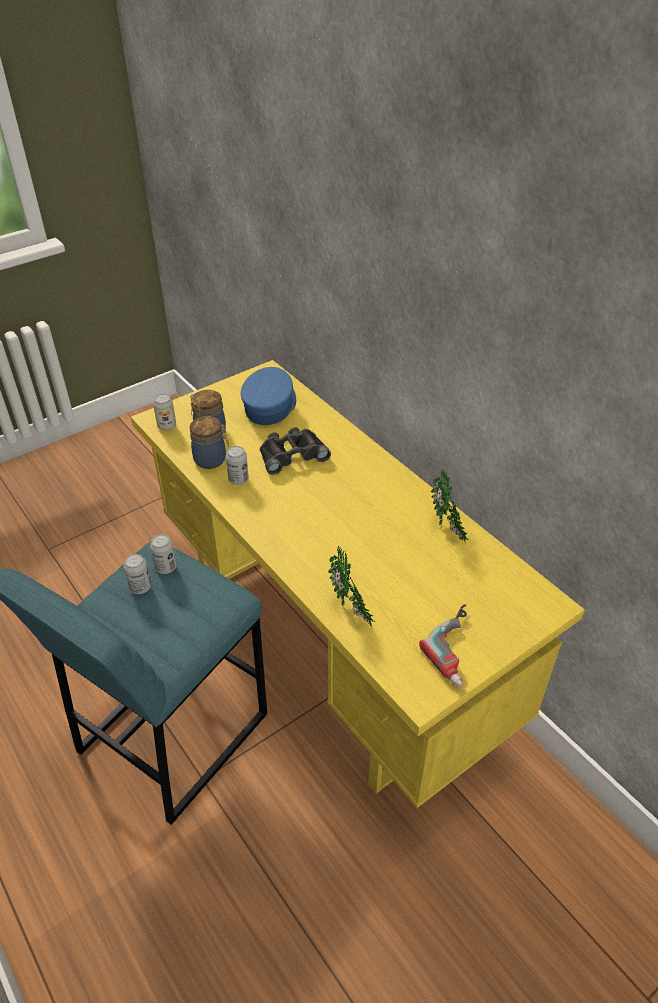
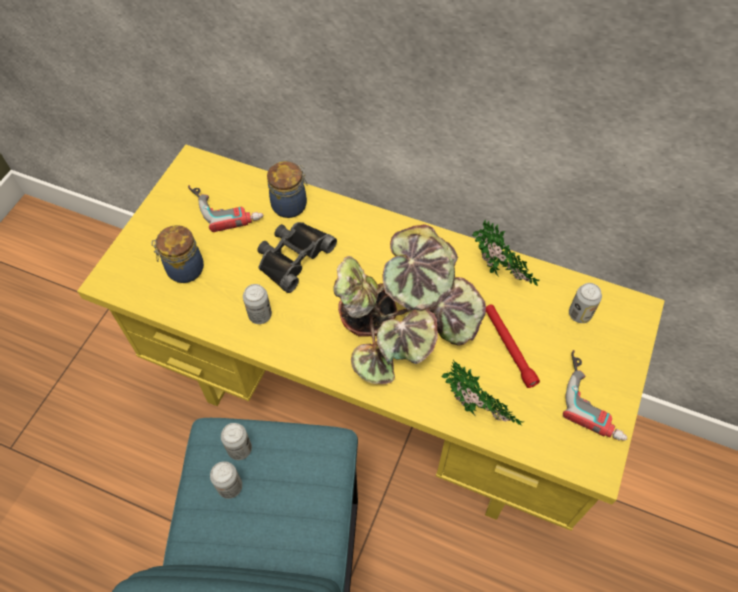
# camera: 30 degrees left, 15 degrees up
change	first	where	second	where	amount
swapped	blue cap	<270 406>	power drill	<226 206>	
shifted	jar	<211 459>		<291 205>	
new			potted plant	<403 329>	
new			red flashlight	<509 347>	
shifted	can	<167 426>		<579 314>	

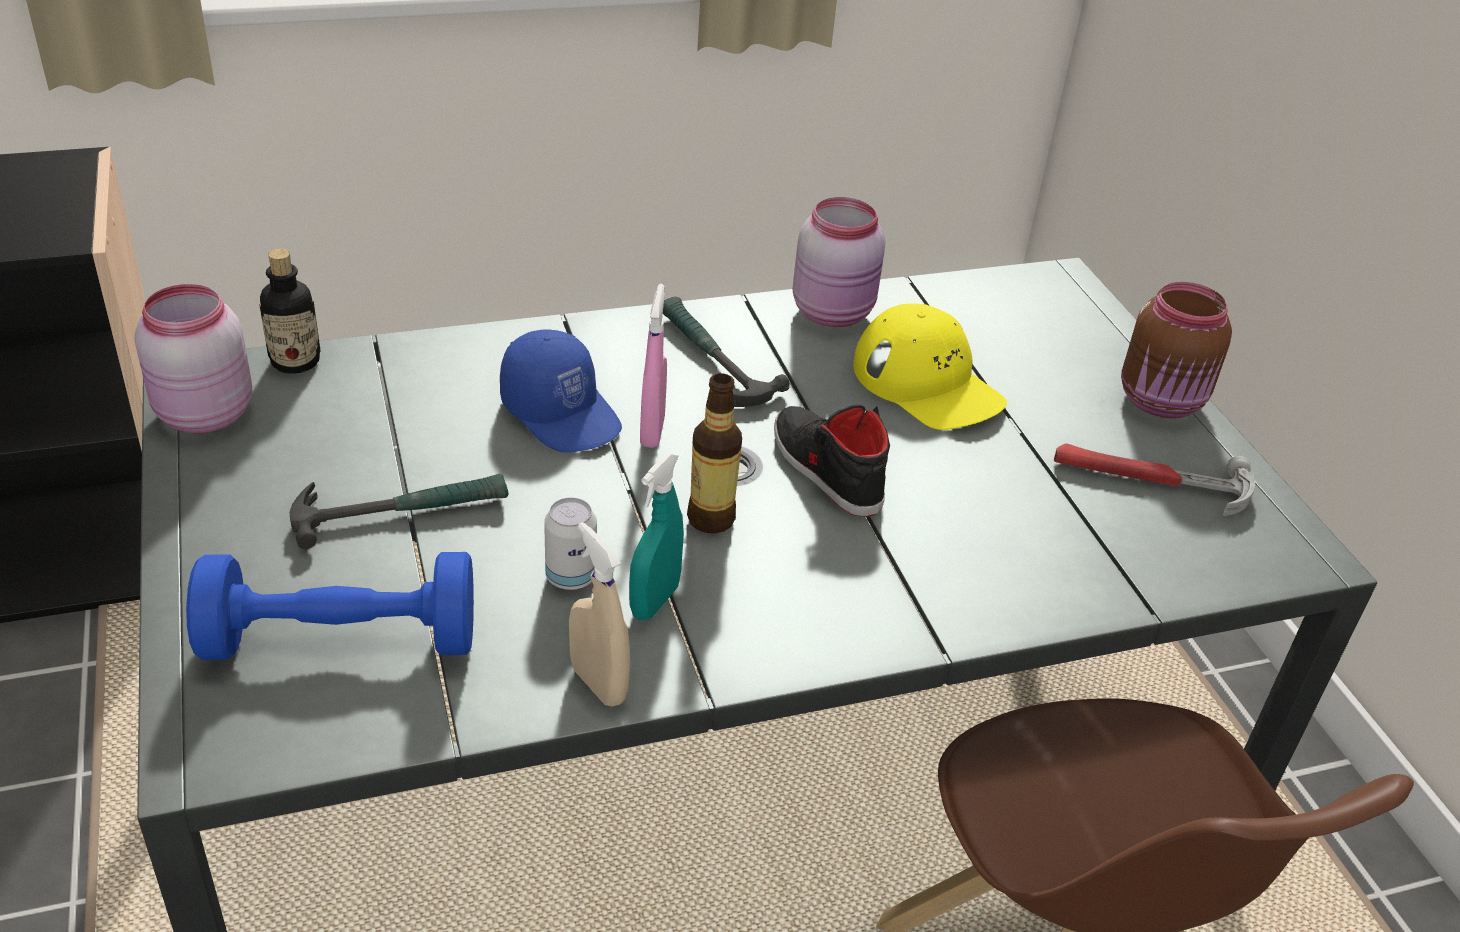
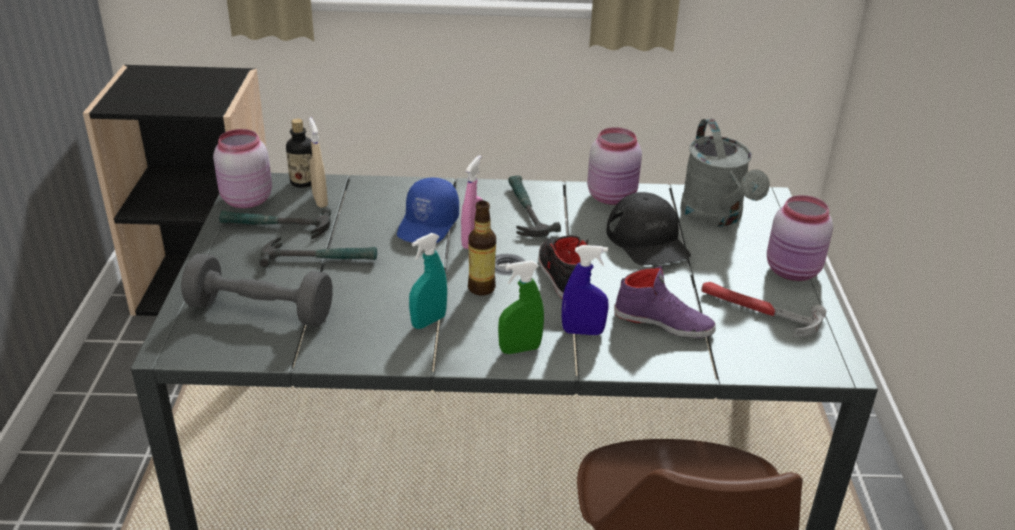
# camera: 20 degrees right, 5 degrees down
change	first	where	second	where	amount
repainted	blue dumbbell	<341 641>	grey dumbbell	<260 311>	
new			hammer	<275 226>	
shifted	beige spray bottle	<598 684>		<320 200>	
rotated	blue cap	<562 413>		<429 225>	45 degrees clockwise
new			green spray bottle	<520 349>	
new			blue spray bottle	<582 332>	
repainted	yellow cap	<927 383>	black cap	<648 240>	
new			purple shoe	<663 321>	
new			grey watering can	<716 216>	
repainted	brown jar	<1162 402>	pink jar	<793 271>	
gone	can	<571 577>			

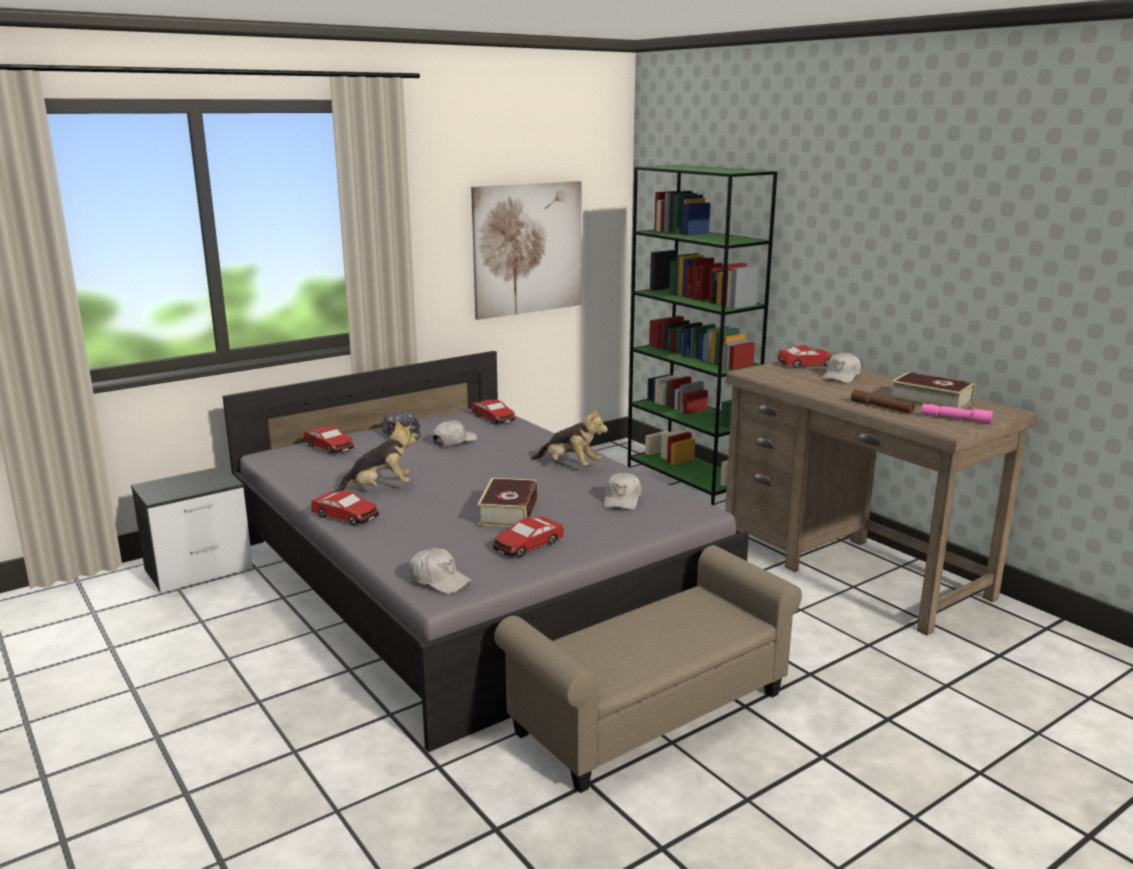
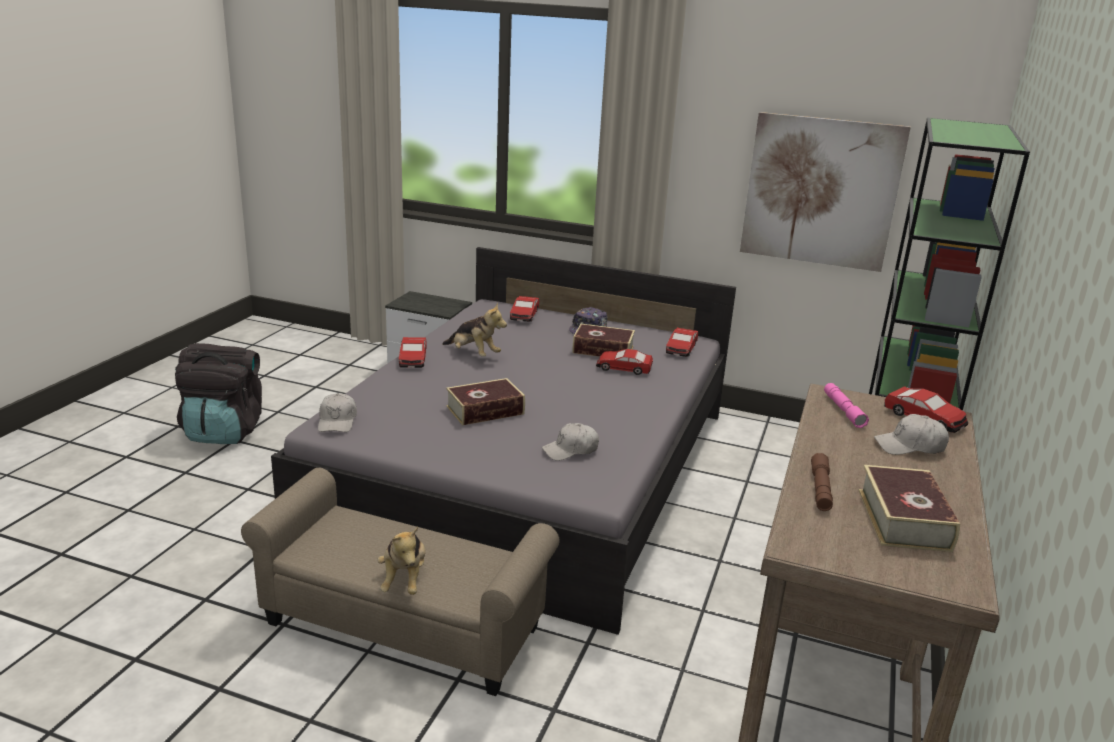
# camera: 55 degrees right, 5 degrees up
change	first	where	second	where	amount
new			black backpack	<224 431>	
shifted	plush toy	<569 465>		<404 579>	
swapped	white cap	<454 441>	book	<603 349>	
shifted	toy car	<528 545>		<623 368>	
shifted	pink flashlight	<955 419>		<843 410>	

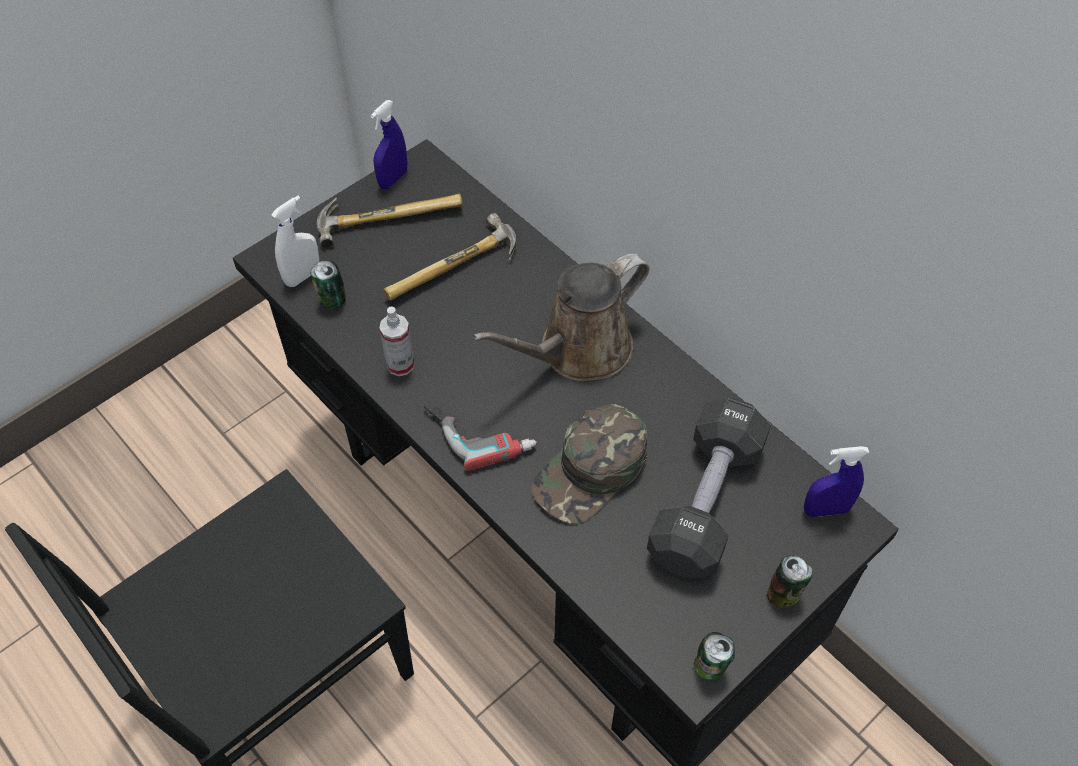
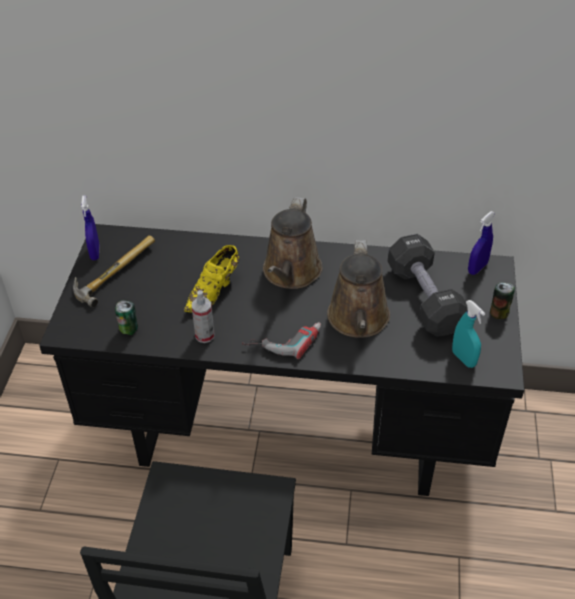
# camera: 40 degrees left, 10 degrees down
change	first	where	second	where	amount
new			yellow shoe	<214 291>	
swapped	green cap	<591 471>	brown watering can	<358 320>	
new			turquoise spray bottle	<463 359>	
gone	white spray bottle	<303 276>			
gone	hammer	<456 272>			
gone	can	<709 669>			

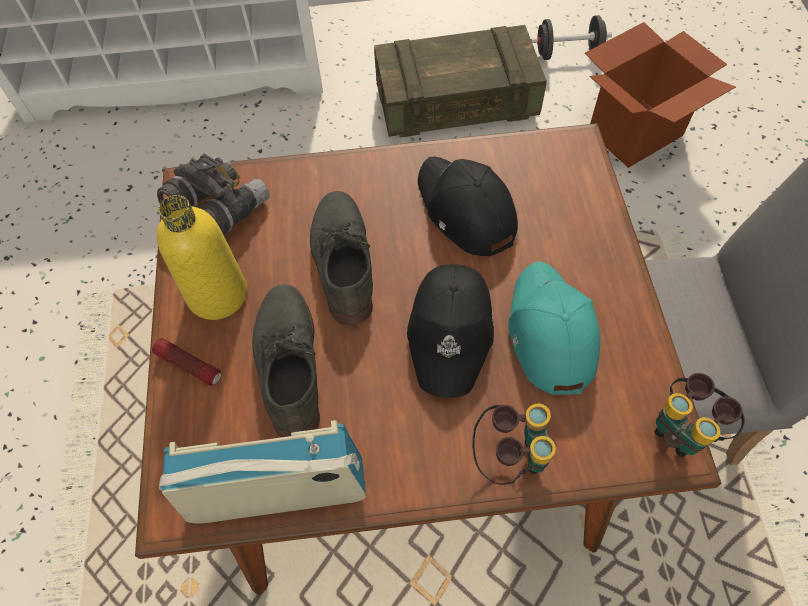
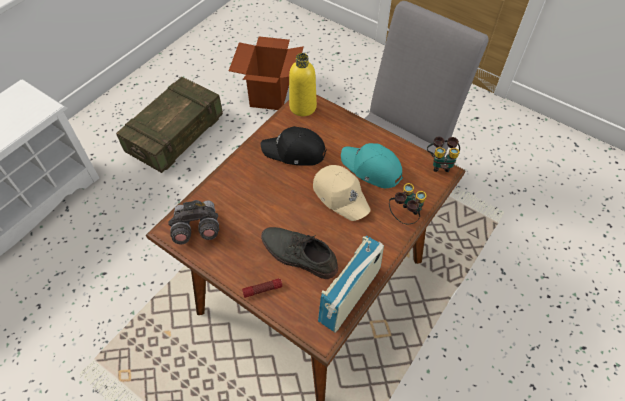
# camera: 50 degrees left, 5 degrees down
change	first	where	second	where	amount
shifted	yellow bottle	<217 294>		<303 107>	
repainted	black cap	<451 333>	beige cap	<341 195>	
gone	grey shoe	<342 259>			
gone	black dumbbell	<567 53>			

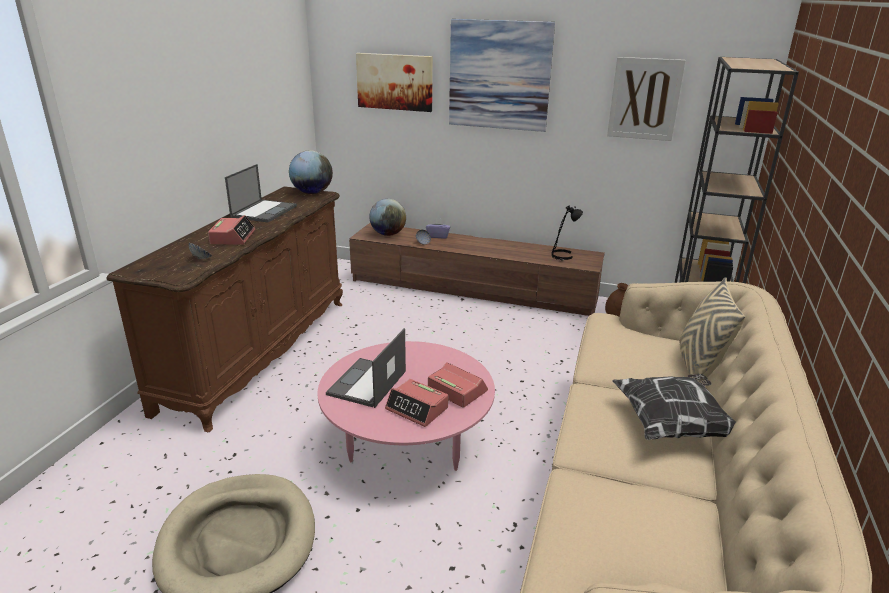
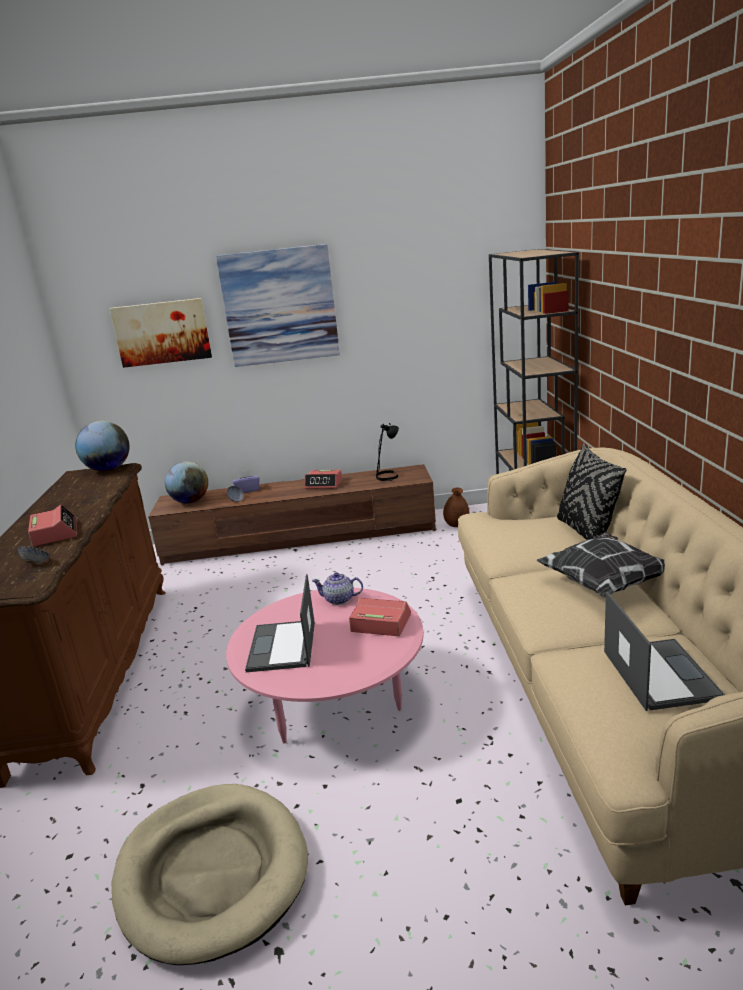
# camera: 20 degrees left, 5 degrees down
change	first	where	second	where	amount
shifted	alarm clock	<417 409>		<324 484>	
new			teapot	<339 599>	
repainted	beige pillow	<698 366>	black pillow	<586 531>	
shifted	laptop	<264 211>		<659 673>	
gone	picture	<644 99>			

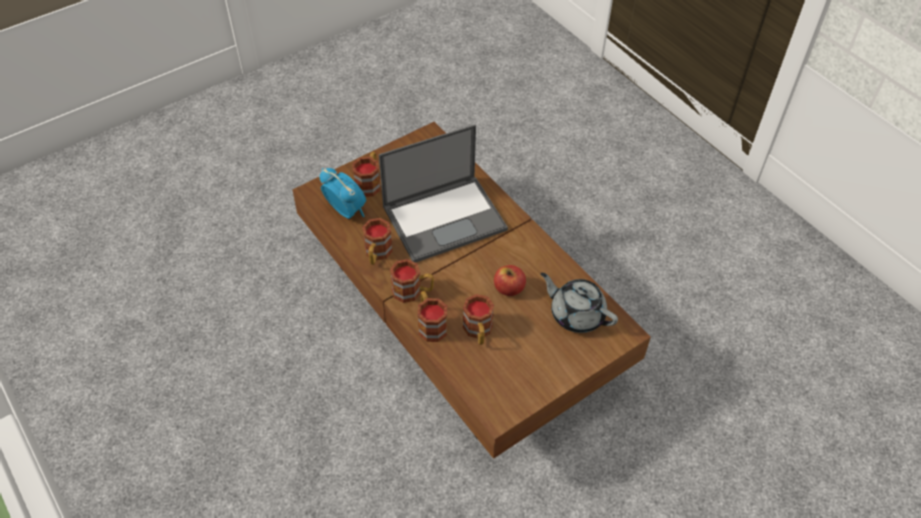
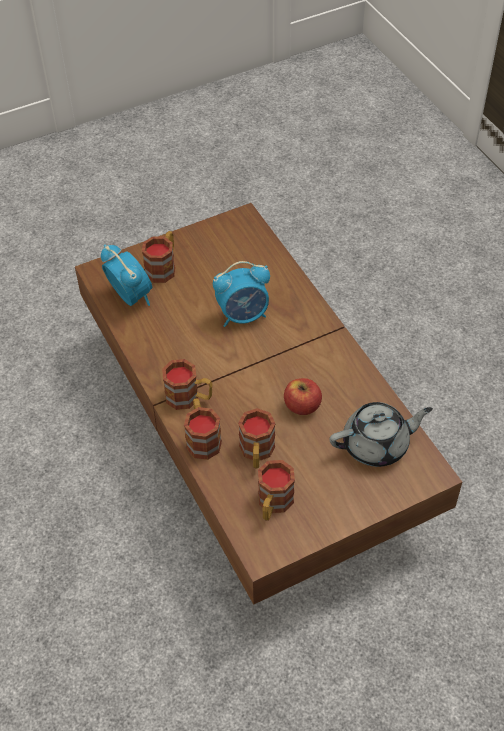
# camera: 10 degrees right, 0 degrees up
change	first	where	second	where	amount
swapped	laptop	<445 217>	alarm clock	<243 315>	
shifted	mug	<377 254>		<273 504>	
rotated	grey teapot	<576 314>		<377 445>	120 degrees clockwise

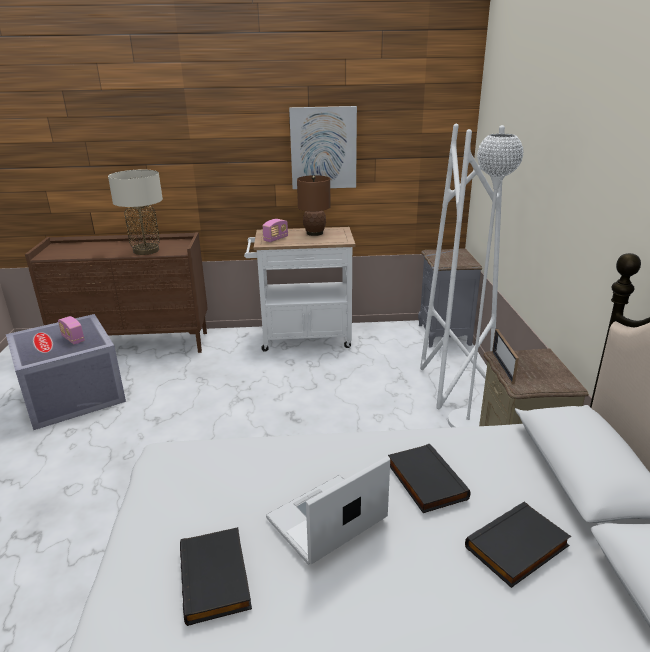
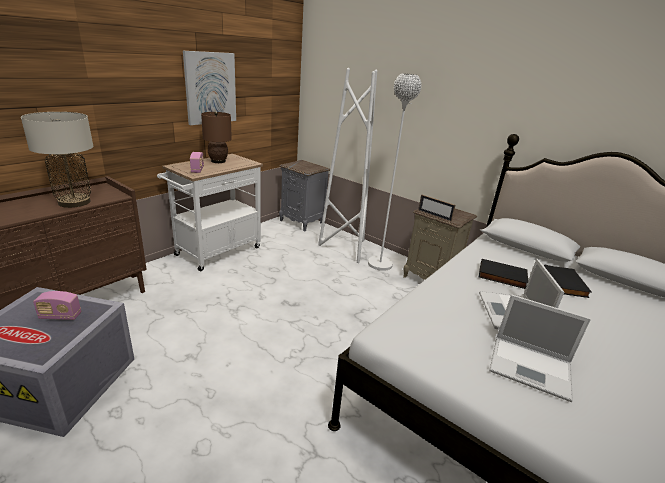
# camera: 50 degrees left, 0 degrees up
change	first	where	second	where	amount
swapped	black book	<217 578>	laptop	<532 367>	

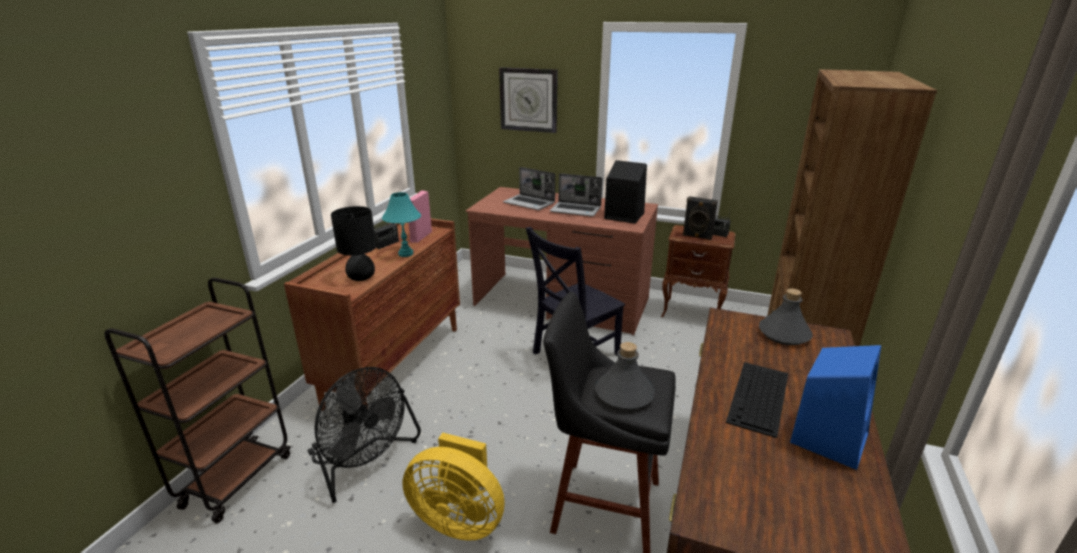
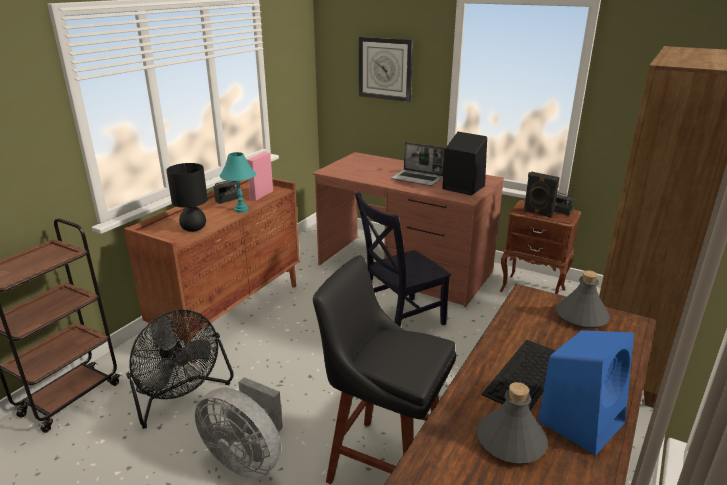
# camera: 10 degrees right, 0 degrees up
change	first	where	second	where	amount
repainted	yellow fan	<459 519>	grey fan	<247 458>	
shifted	grey bottle	<624 394>		<510 441>	
gone	laptop	<529 203>			

